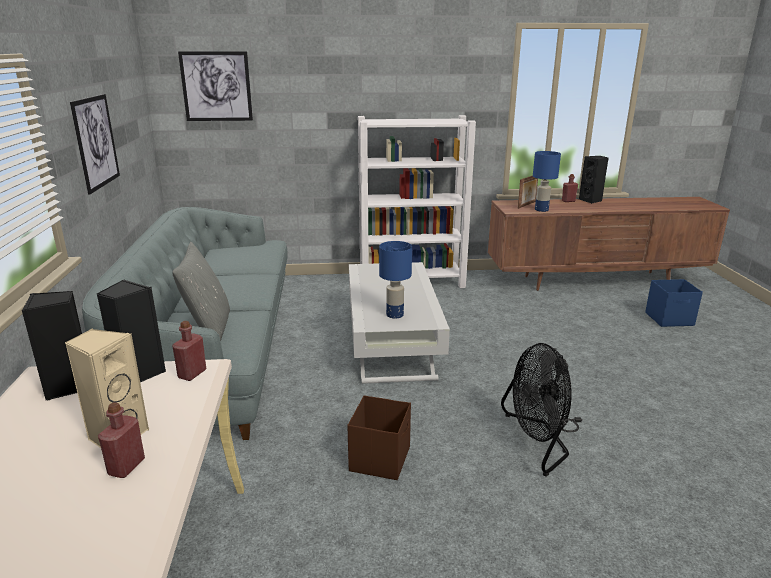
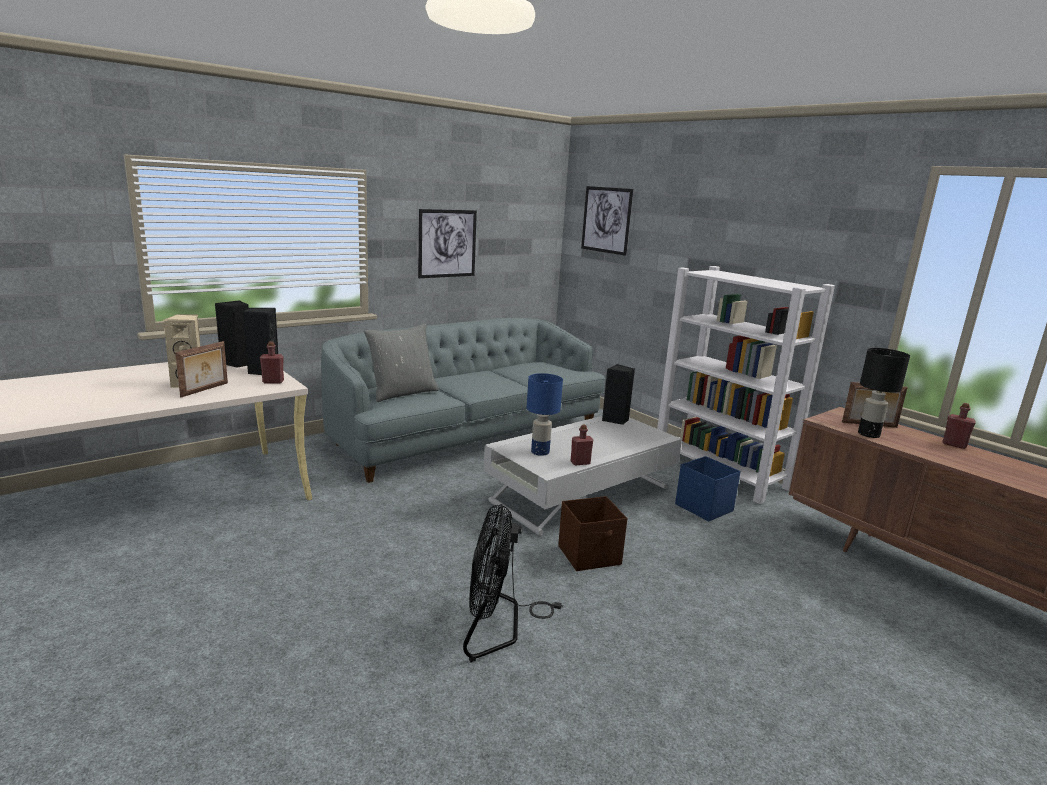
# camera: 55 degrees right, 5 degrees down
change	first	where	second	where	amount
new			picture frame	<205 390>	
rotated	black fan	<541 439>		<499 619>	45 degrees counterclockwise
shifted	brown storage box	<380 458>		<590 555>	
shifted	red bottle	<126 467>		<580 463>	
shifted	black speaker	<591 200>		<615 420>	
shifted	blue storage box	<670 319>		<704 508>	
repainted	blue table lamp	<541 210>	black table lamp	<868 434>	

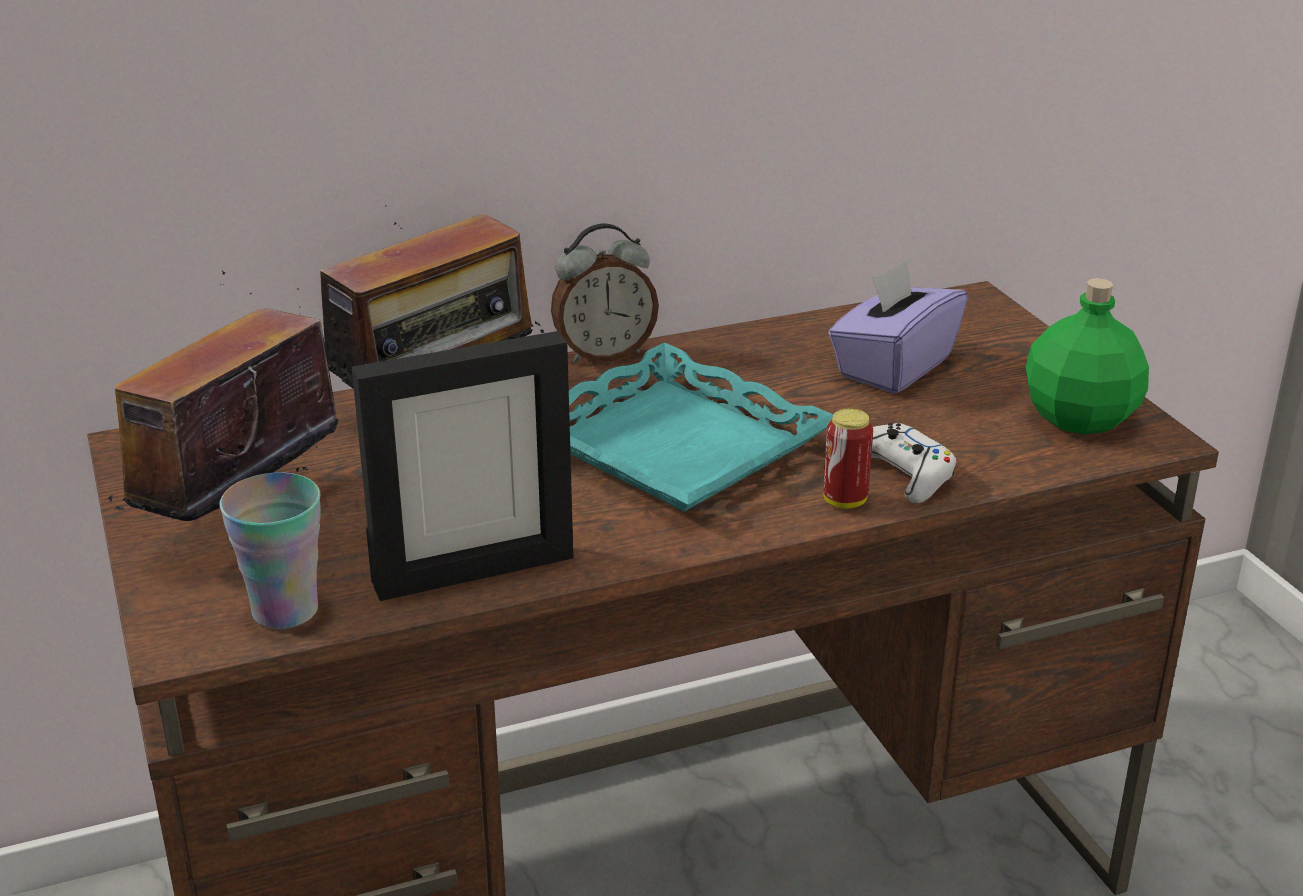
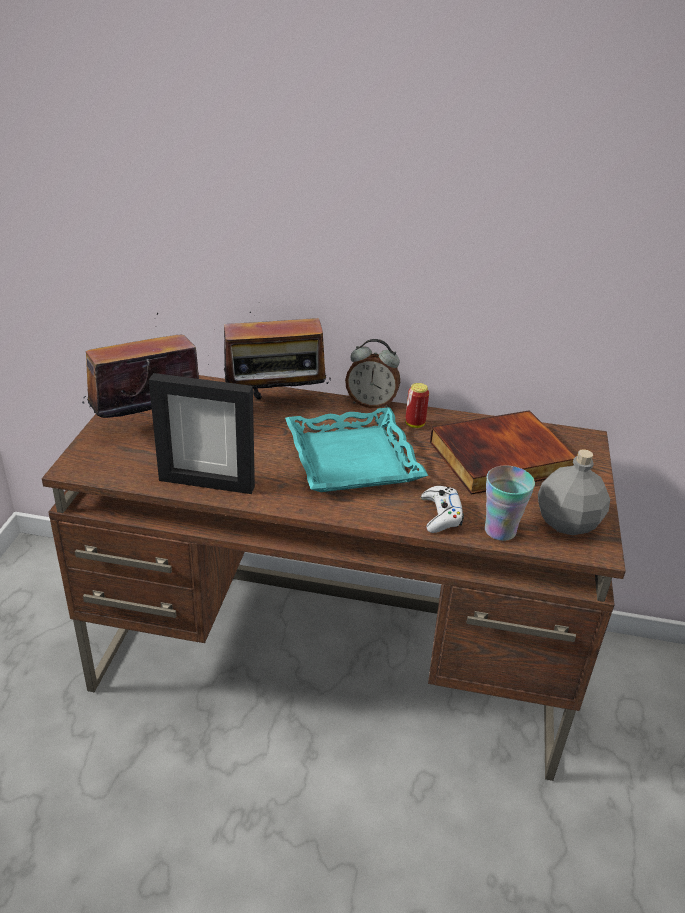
# camera: 30 degrees right, 5 degrees up
change	first	where	second	where	amount
shifted	can	<845 501>		<415 424>	
swapped	purple tissue box	<893 367>	book	<500 459>	
shifted	cup	<285 611>		<500 531>	
repainted	green bottle	<1081 419>	grey bottle	<568 523>	

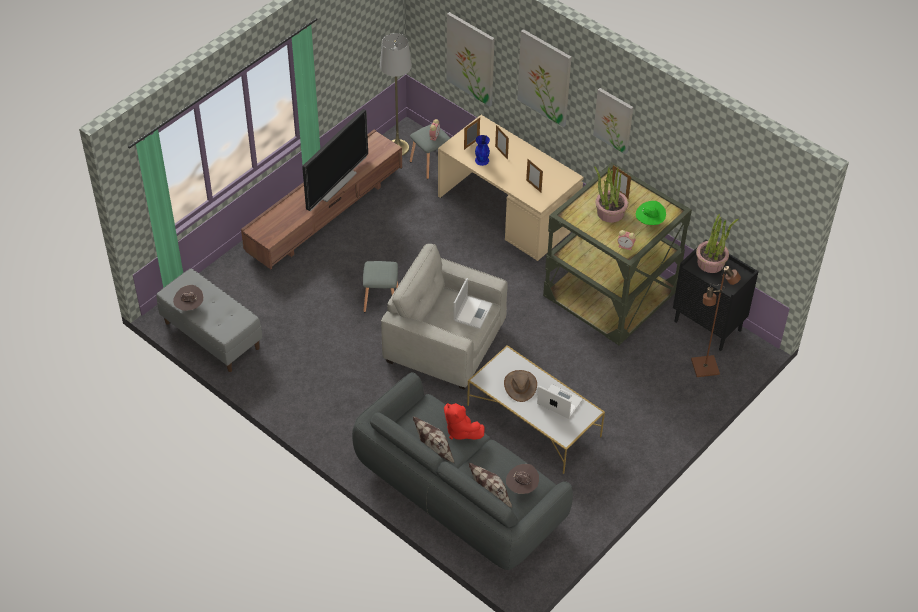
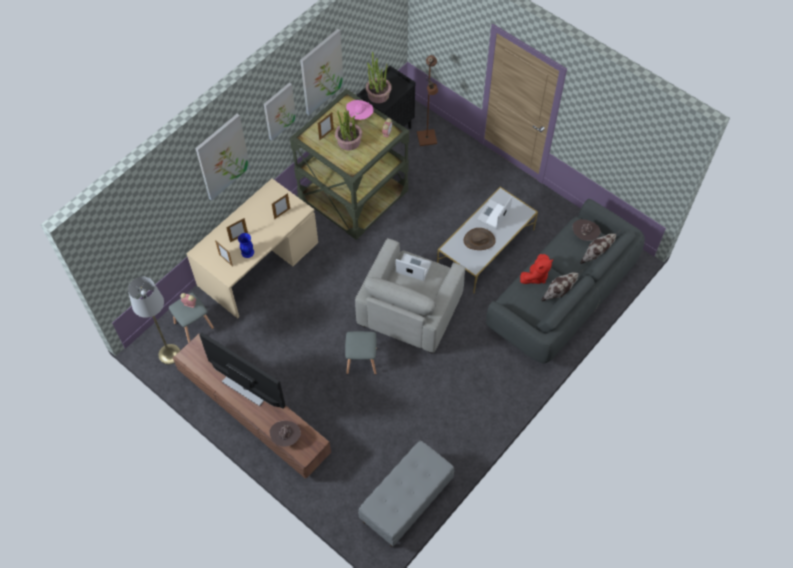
# camera: 90 degrees left, 10 degrees up
change	first	where	second	where	amount
shifted	brown hat	<189 306>		<286 437>	
shifted	picture	<471 59>		<321 72>	
repainted	green hat	<649 222>	pink hat	<360 116>	

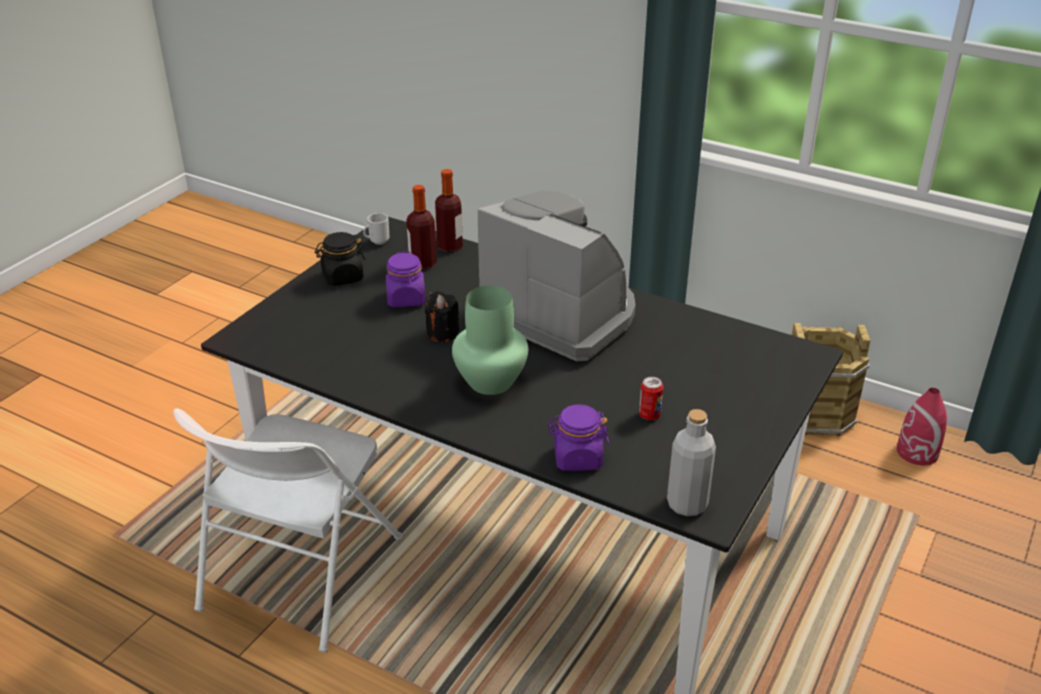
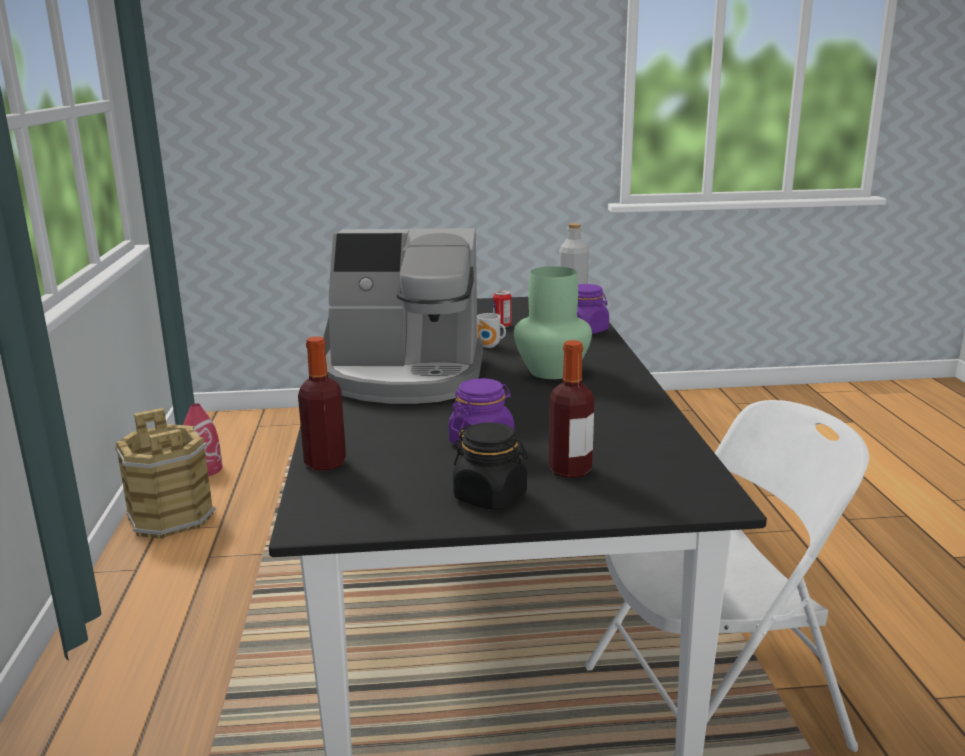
# camera: 125 degrees left, 15 degrees down
change	first	where	second	where	amount
rotated	coffee machine	<561 314>		<405 376>	90 degrees counterclockwise
shifted	mug	<377 242>		<490 346>	
shifted	bottle	<423 263>		<570 470>	
gone	black candle	<442 333>			

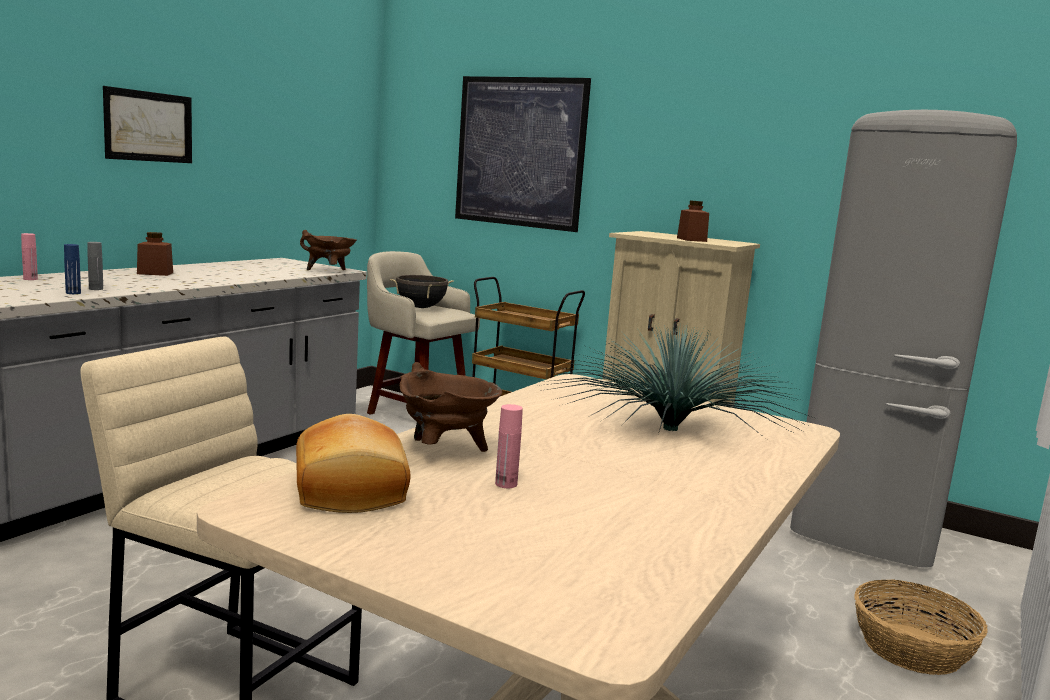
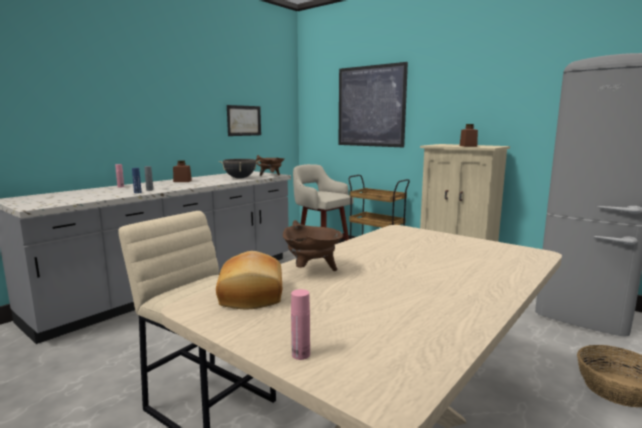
# camera: 10 degrees right, 0 degrees up
change	first	where	second	where	amount
shifted	black cooking pot	<420 307>		<240 178>	
shifted	picture	<149 126>		<244 120>	
shifted	pink bottle	<506 484>		<300 354>	
gone	potted plant	<672 429>			

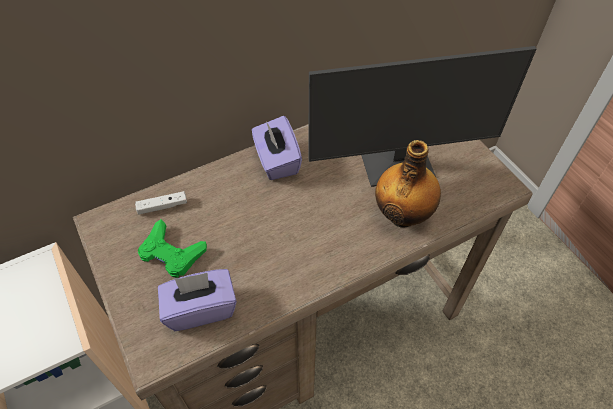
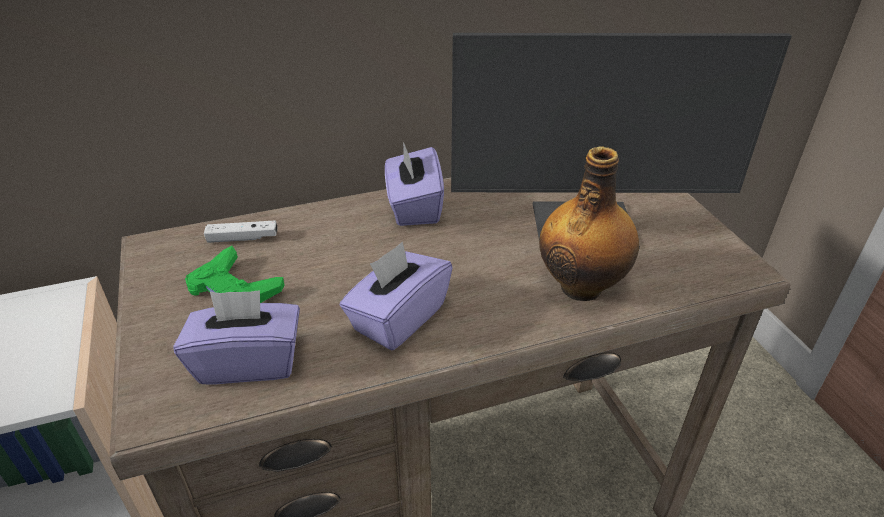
# camera: 10 degrees right, 15 degrees down
change	first	where	second	where	amount
new			purple tissue box	<398 318>	

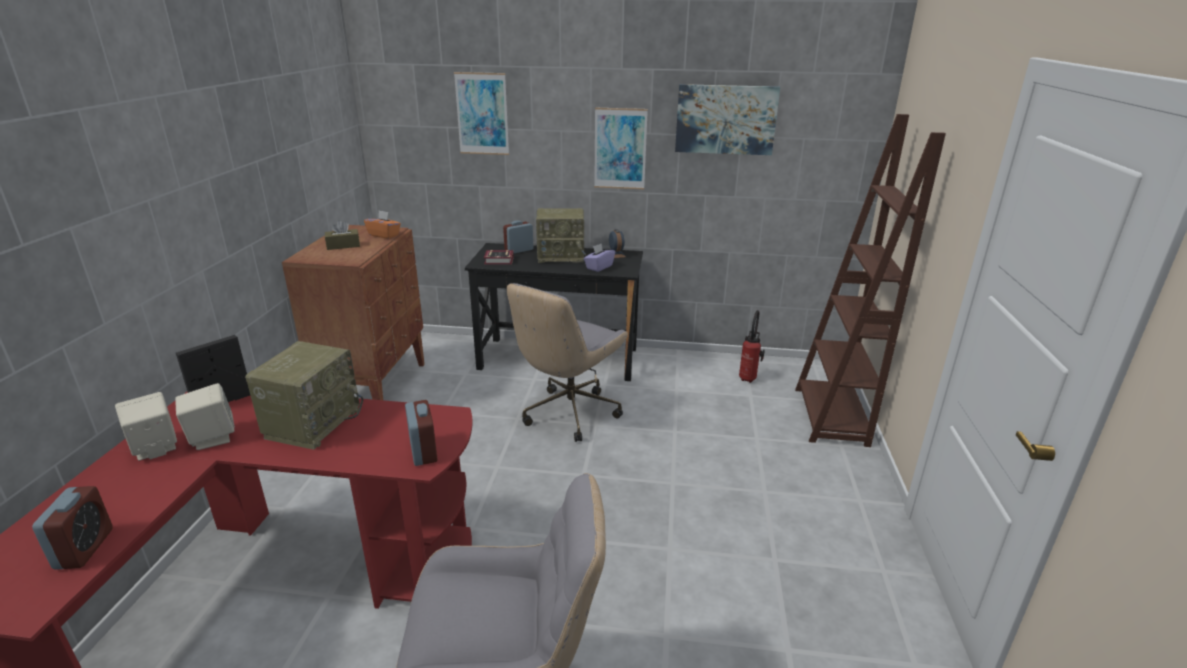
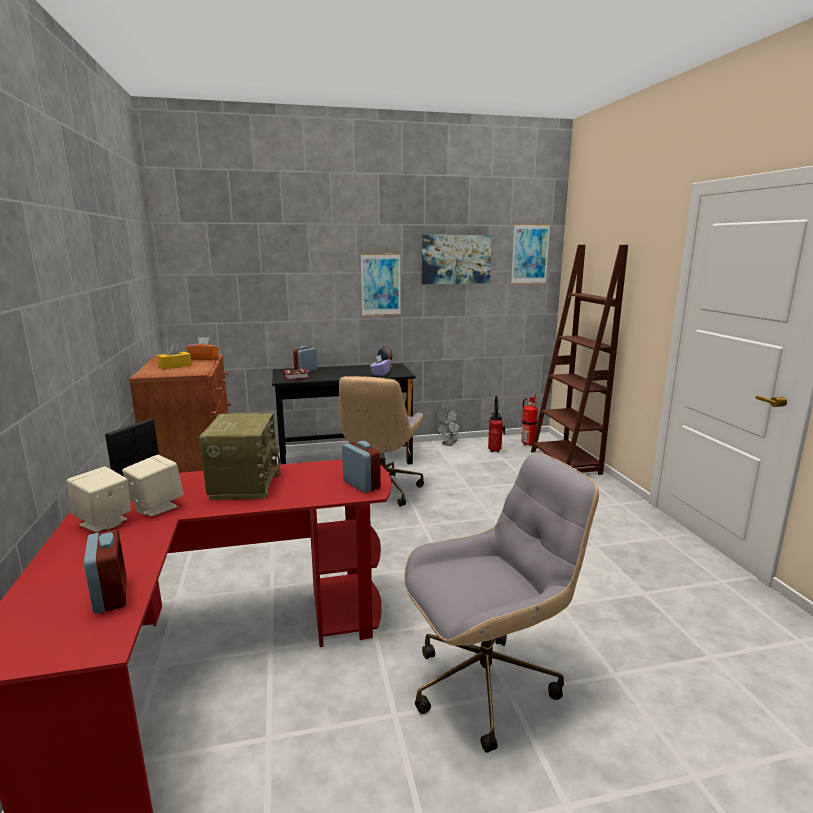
# camera: 20 degrees left, 10 degrees down
change	first	where	second	where	amount
repainted	brown tissue box	<343 245>	yellow tissue box	<175 366>	
new			grey fan	<448 443>	
shifted	picture	<482 114>		<530 254>	
new			fire extinguisher	<527 443>	
gone	radio	<561 256>			

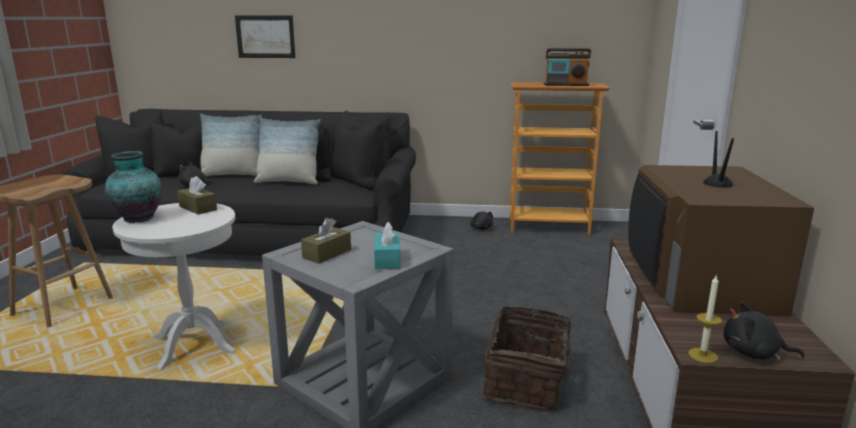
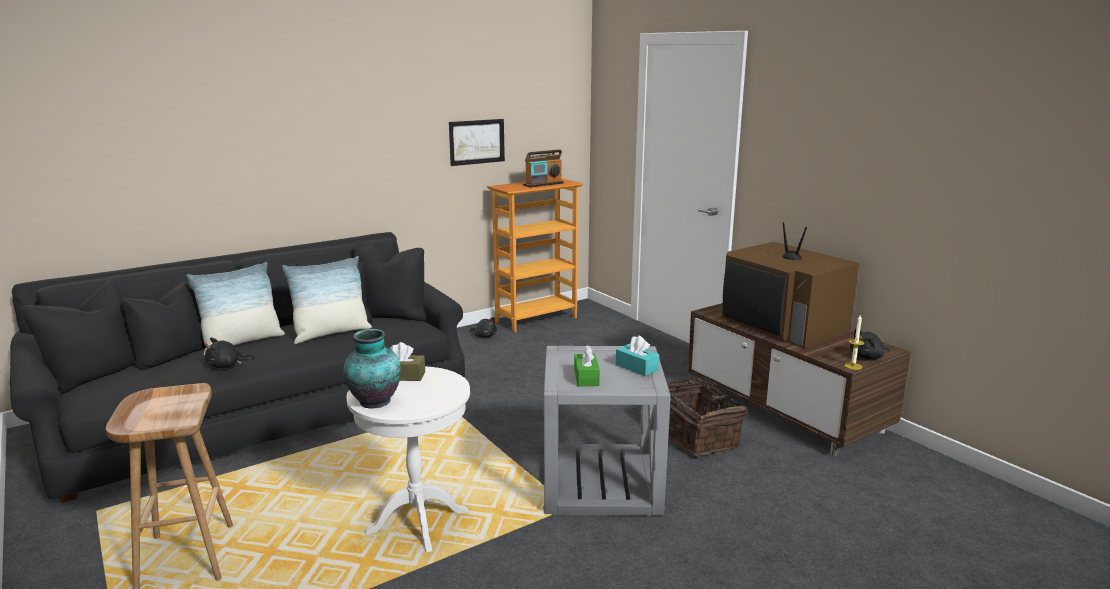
# camera: 40 degrees left, 0 degrees up
change	first	where	second	where	amount
shifted	picture	<265 36>		<477 142>	
repainted	brown tissue box	<327 254>	green tissue box	<586 377>	

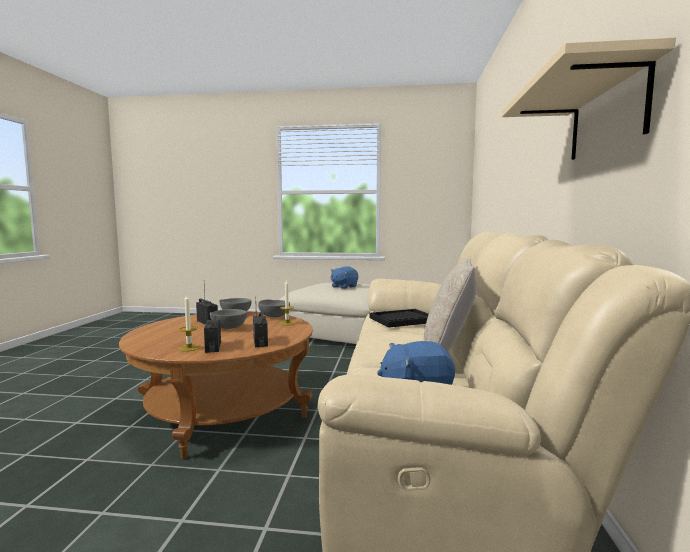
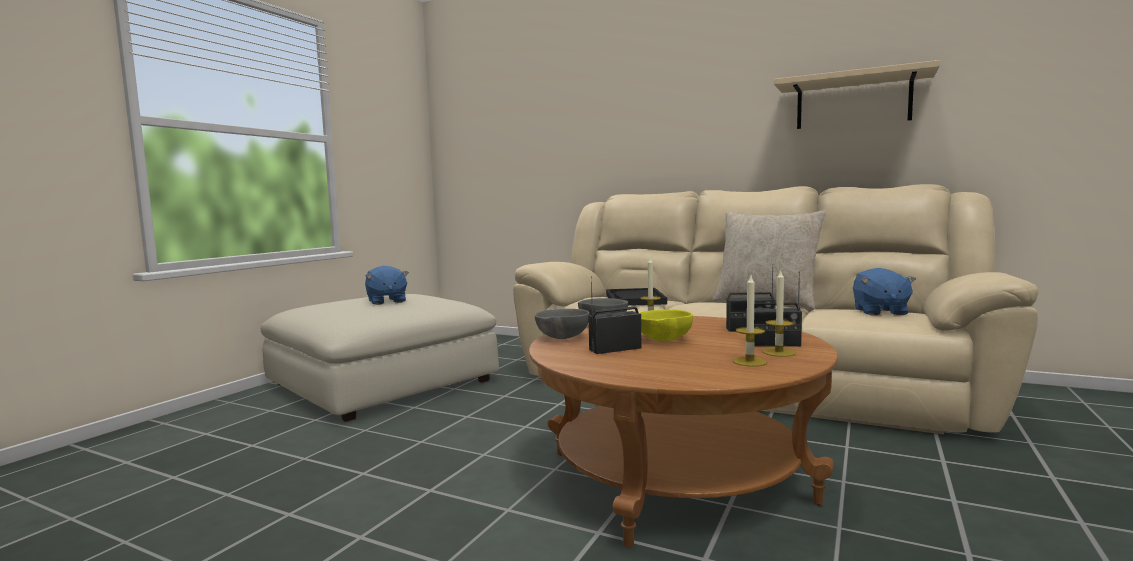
# camera: 70 degrees left, 0 degrees up
change	first	where	second	where	amount
repainted	grey bowl	<228 328>	yellow bowl	<663 340>	
new			candle	<749 362>	

